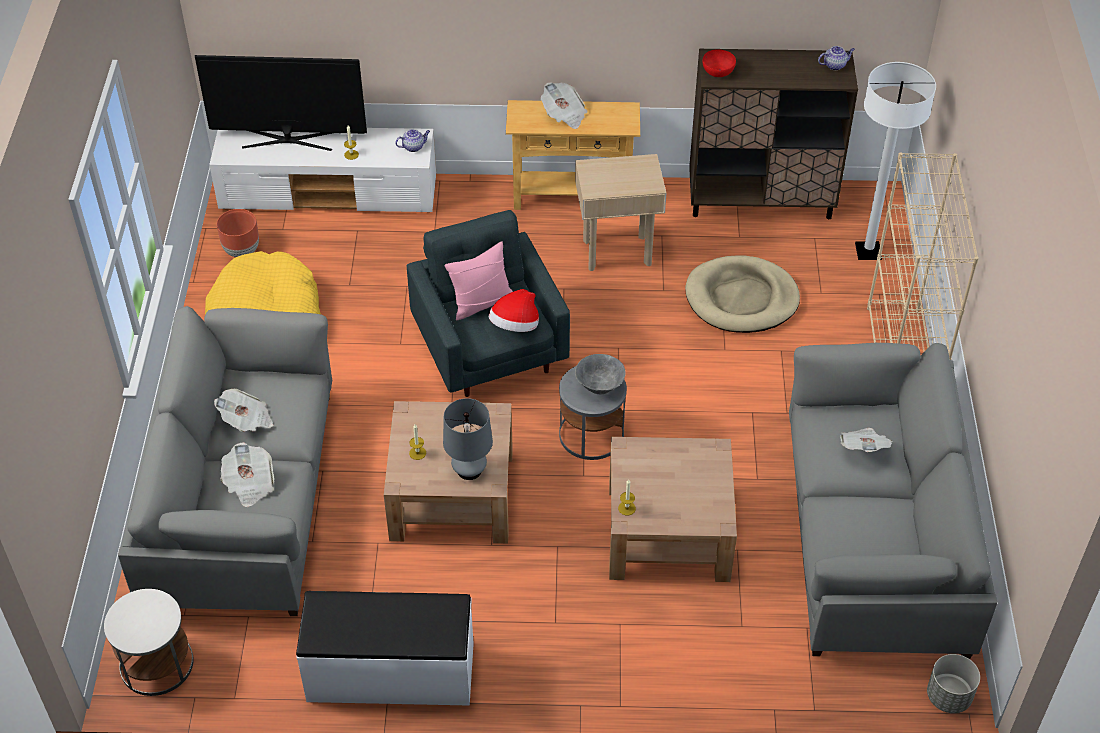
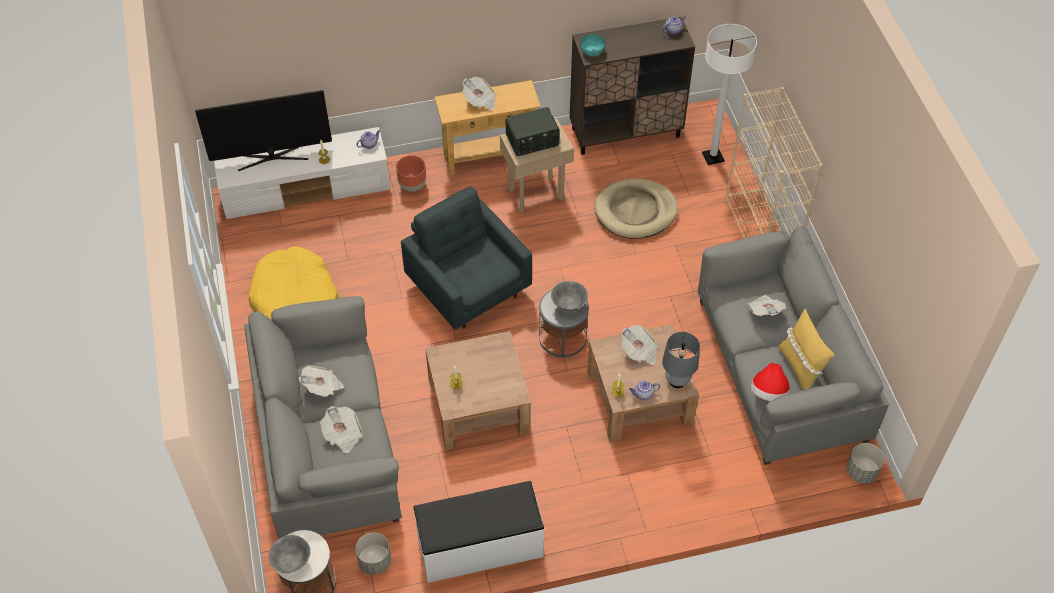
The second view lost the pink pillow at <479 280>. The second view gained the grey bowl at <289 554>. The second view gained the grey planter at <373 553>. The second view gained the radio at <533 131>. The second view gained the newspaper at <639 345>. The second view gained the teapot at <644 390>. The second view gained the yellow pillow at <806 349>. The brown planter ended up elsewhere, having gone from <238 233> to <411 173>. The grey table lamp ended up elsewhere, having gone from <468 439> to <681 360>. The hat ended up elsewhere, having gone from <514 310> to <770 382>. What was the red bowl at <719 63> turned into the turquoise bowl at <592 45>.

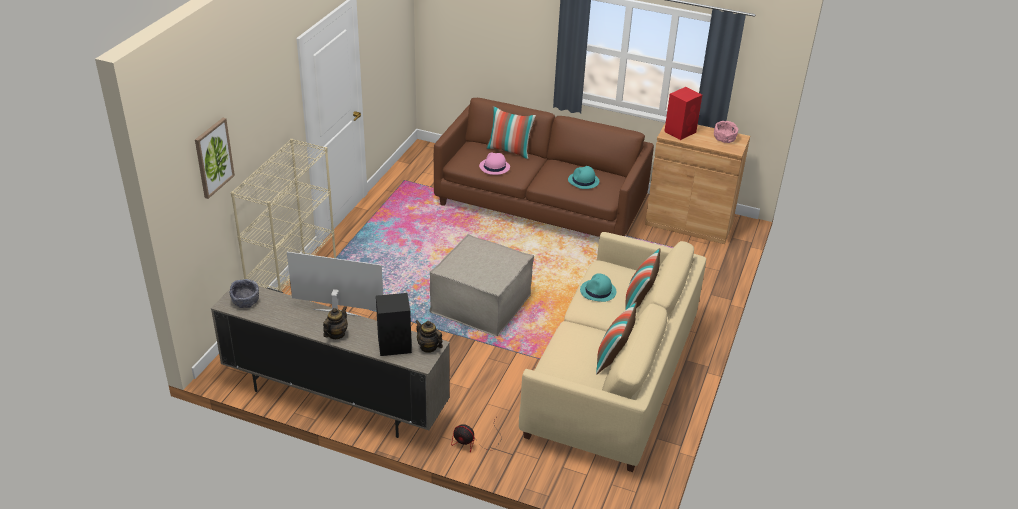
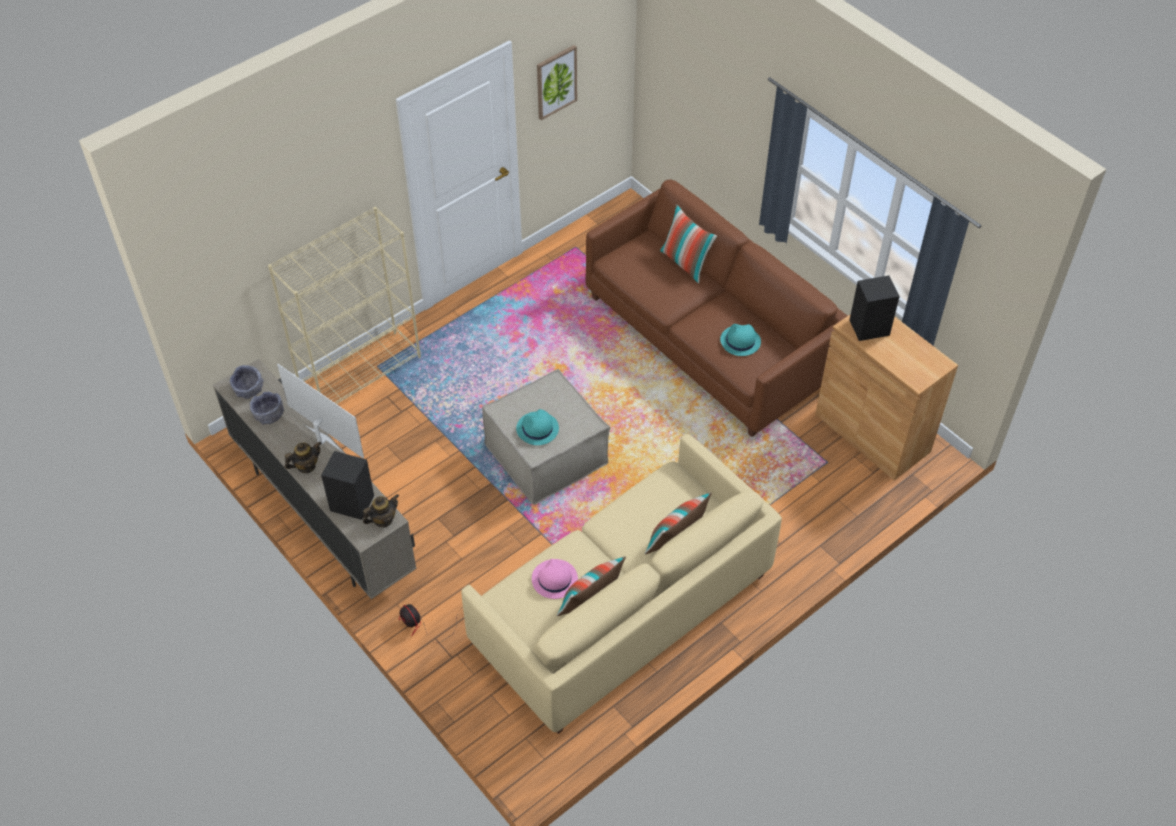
The second view lost the pink bowl at <726 132>. The second view gained the grey bowl at <267 408>. The picture ended up elsewhere, having gone from <215 158> to <557 82>. The pink hat ended up elsewhere, having gone from <494 163> to <555 579>. The turquoise hat ended up elsewhere, having gone from <598 287> to <537 427>. What was the red speaker at <683 113> turned into the black speaker at <875 308>. The teapot at <429 336> ended up facing another way, 75 degrees clockwise from before.

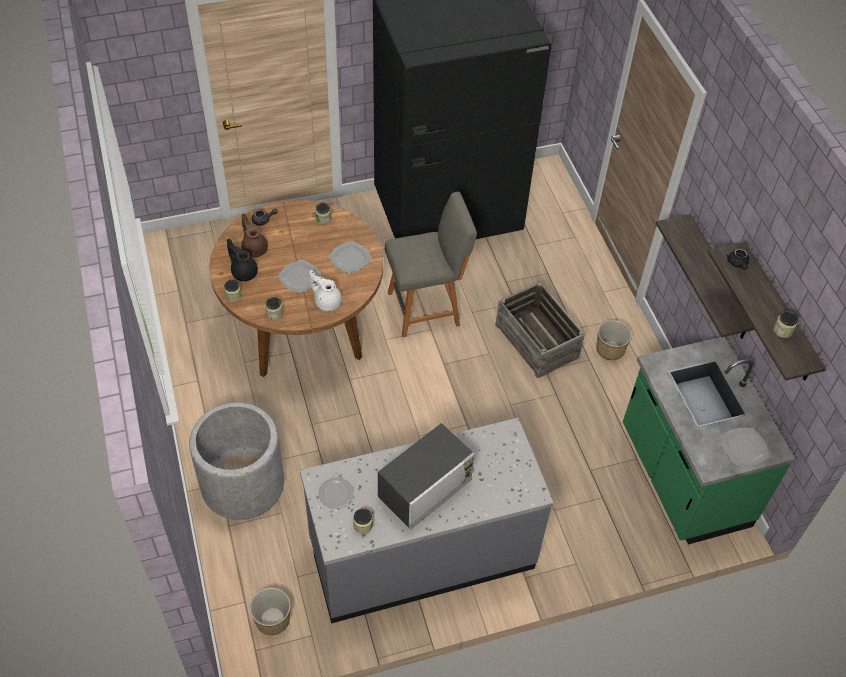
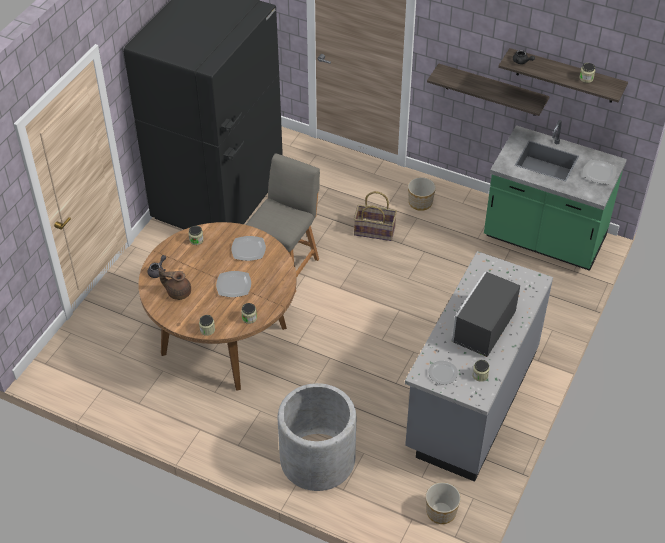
The second view lost the black teapot at <242 260>. The second view lost the white teapot at <326 290>. Where the crate stood at <540 330>, the basket came to stand at <375 216>. The microwave at <426 476> ended up facing another way, 150 degrees counterclockwise from before.

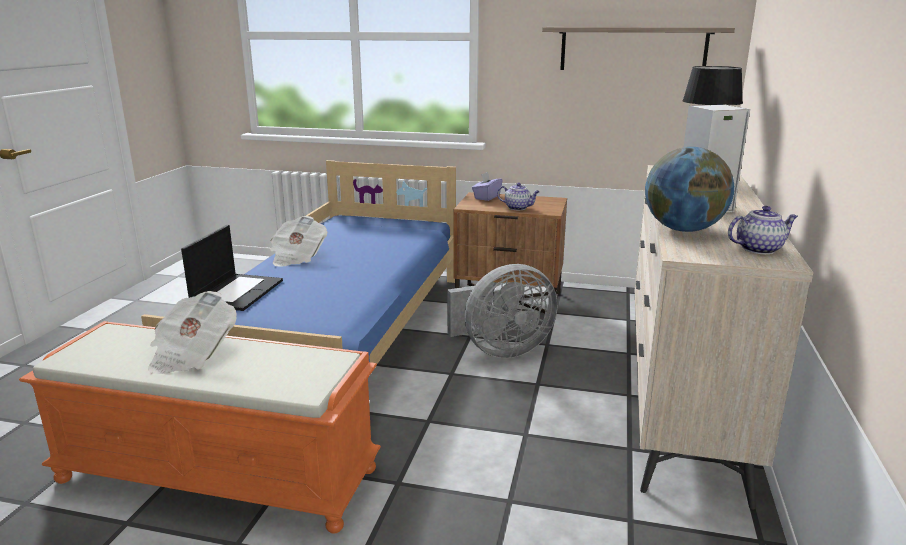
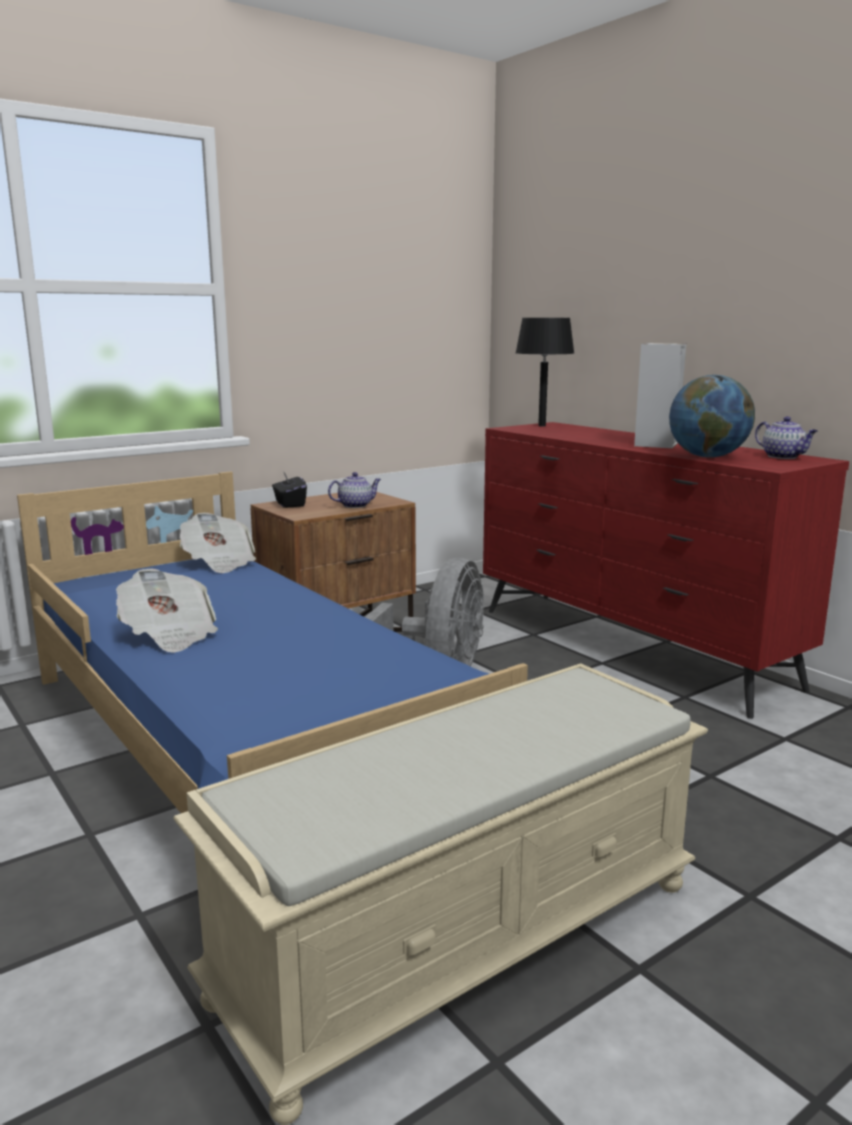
The second view lost the laptop at <232 268>. The second view lost the shelf at <638 48>. The newspaper ended up elsewhere, having gone from <192 332> to <218 543>. What was the orange bench at <200 427> turned into the beige bench at <440 894>. What was the purple tissue box at <487 186> turned into the black tissue box at <289 489>. What was the beige dresser at <724 337> turned into the red dresser at <666 570>. The teapot at <763 230> ended up facing another way, 120 degrees clockwise from before.

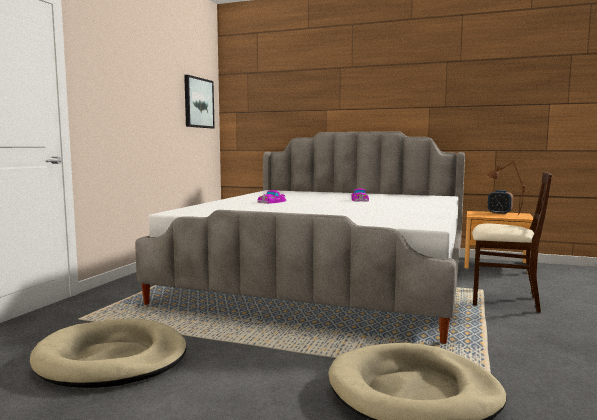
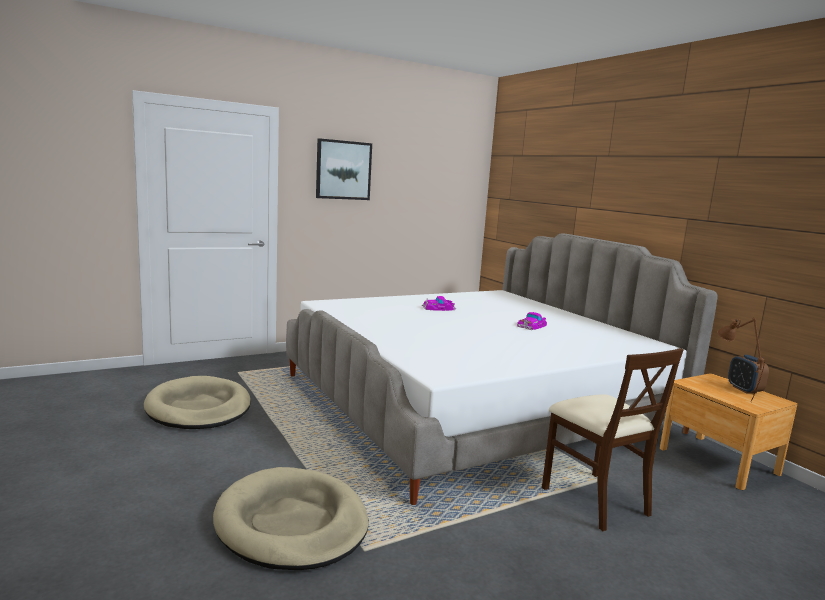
The picture ended up elsewhere, having gone from <199 101> to <344 169>.

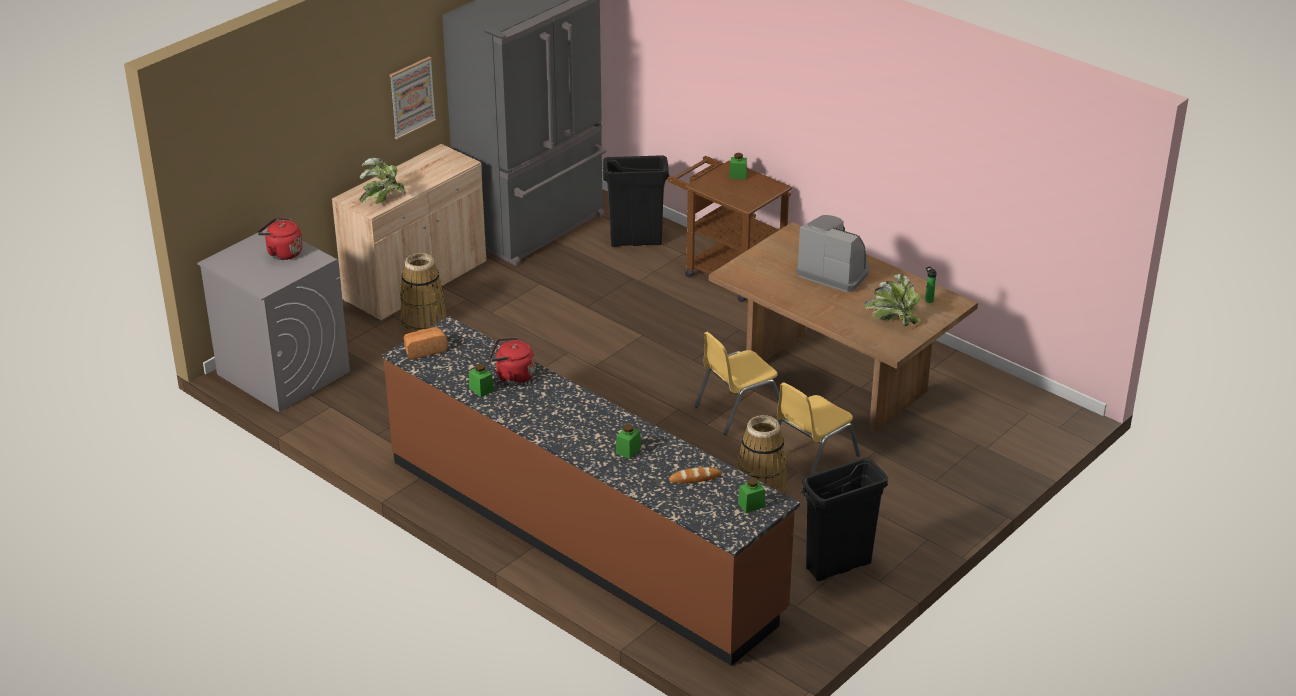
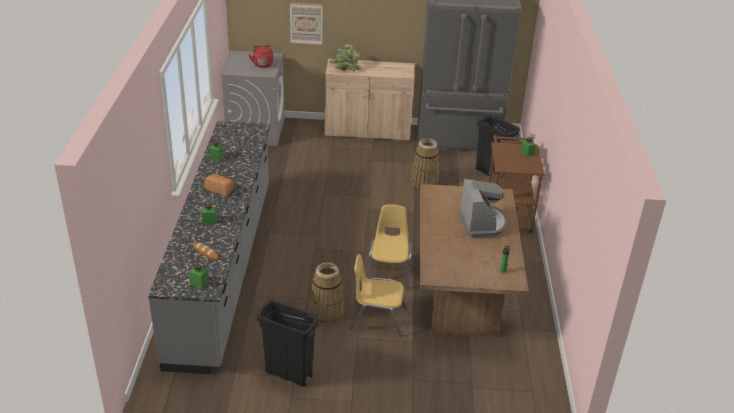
The second view lost the red kettle at <512 360>. The second view lost the potted plant at <892 300>. The picture ended up elsewhere, having gone from <412 98> to <306 24>. The basket ended up elsewhere, having gone from <423 293> to <425 163>. The bread ended up elsewhere, having gone from <426 343> to <218 185>. What was the brown counter at <591 491> turned into the grey counter at <209 247>. The yellow chair at <736 383> ended up facing another way, 75 degrees clockwise from before.

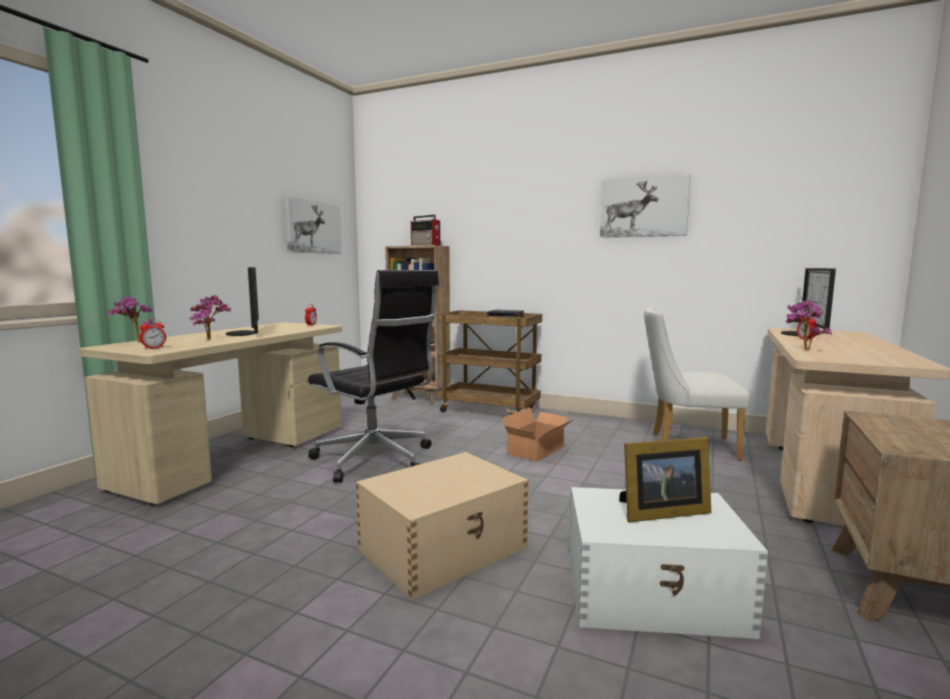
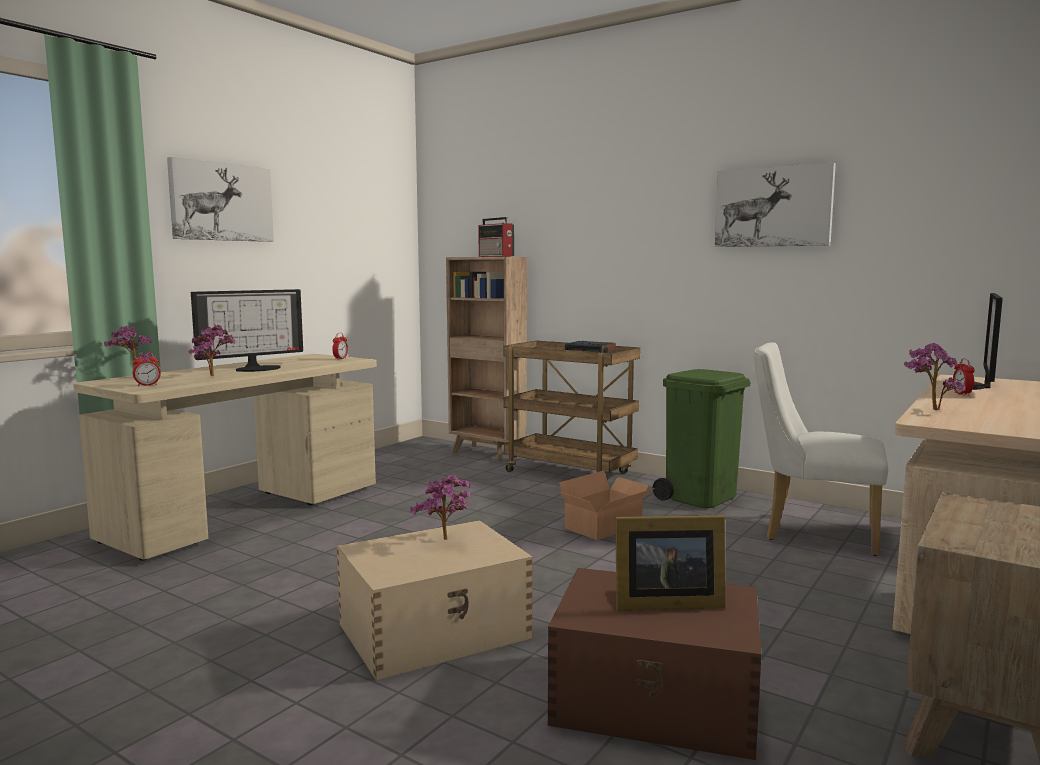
The second view lost the black office chair at <373 376>. The second view gained the potted plant at <440 507>. The second view gained the green trash can at <701 438>. The picture ended up elsewhere, having gone from <313 225> to <220 199>. What was the white storage box at <668 563> turned into the brown storage box at <655 664>. The monitor at <242 301> ended up facing another way, 120 degrees counterclockwise from before.

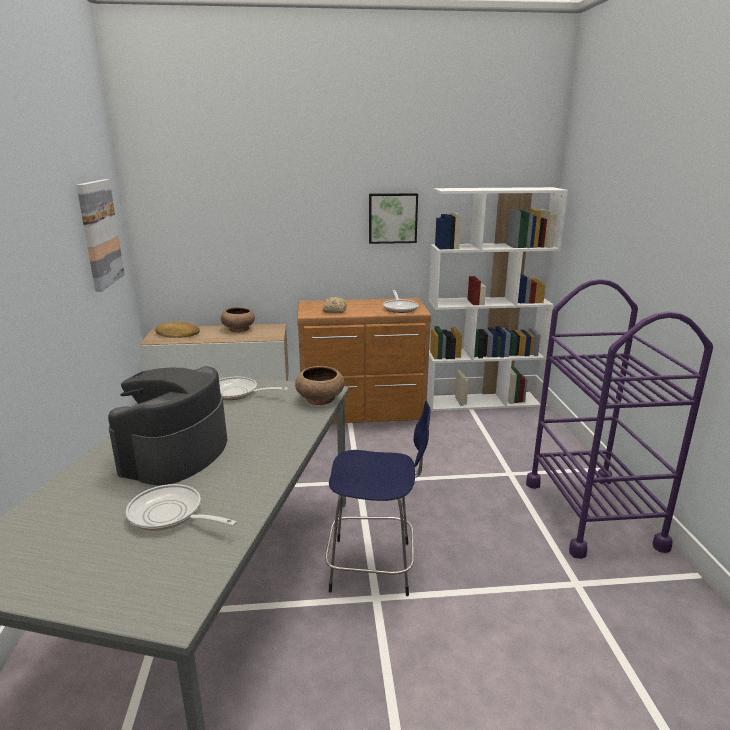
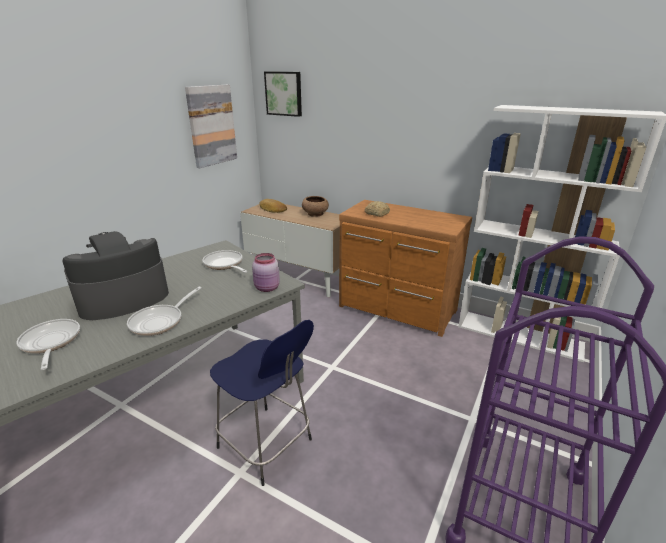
The picture ended up elsewhere, having gone from <393 218> to <283 94>. The frying pan ended up elsewhere, having gone from <401 301> to <164 311>. Where the brown bowl stood at <319 385>, the pink jar came to stand at <266 272>.

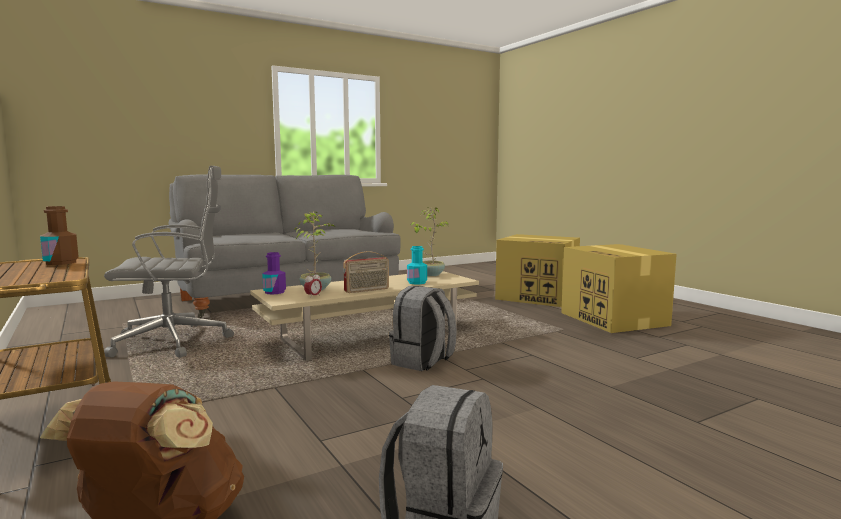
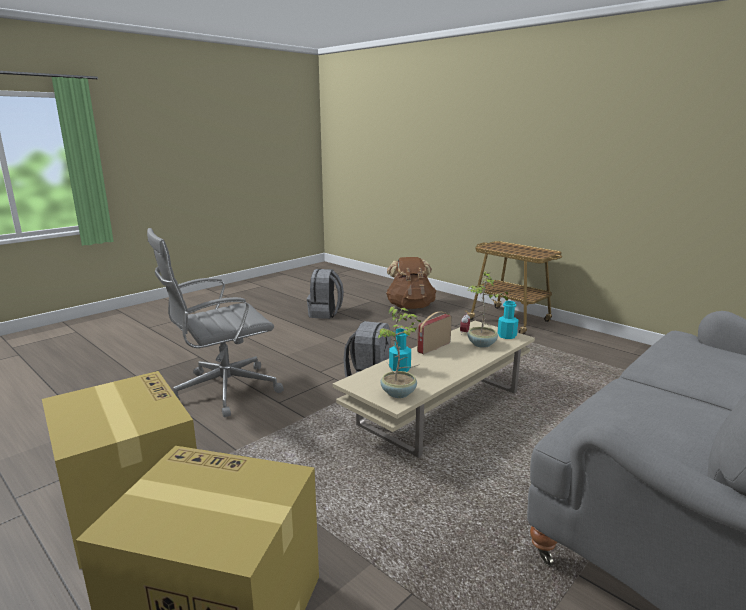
The second view lost the brown bottle at <59 235>. The grey office chair ended up elsewhere, having gone from <169 262> to <215 322>. What was the purple bottle at <274 273> turned into the turquoise bottle at <507 320>.

